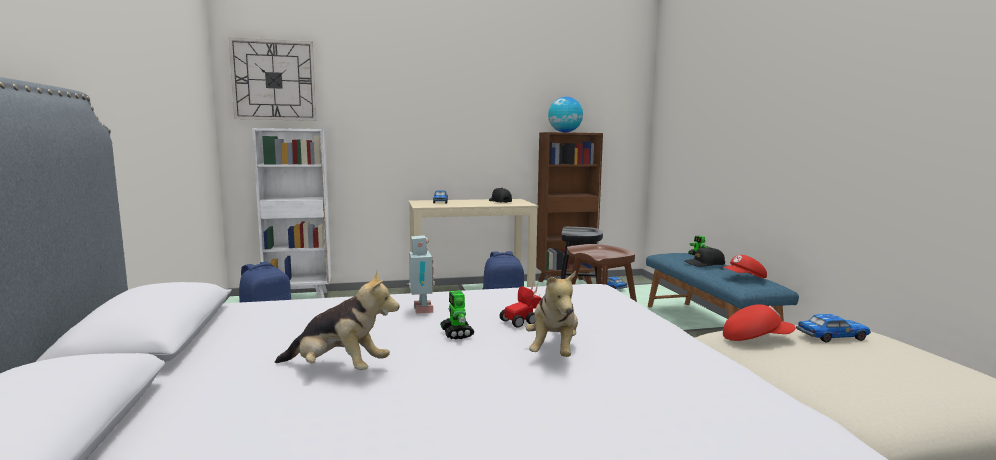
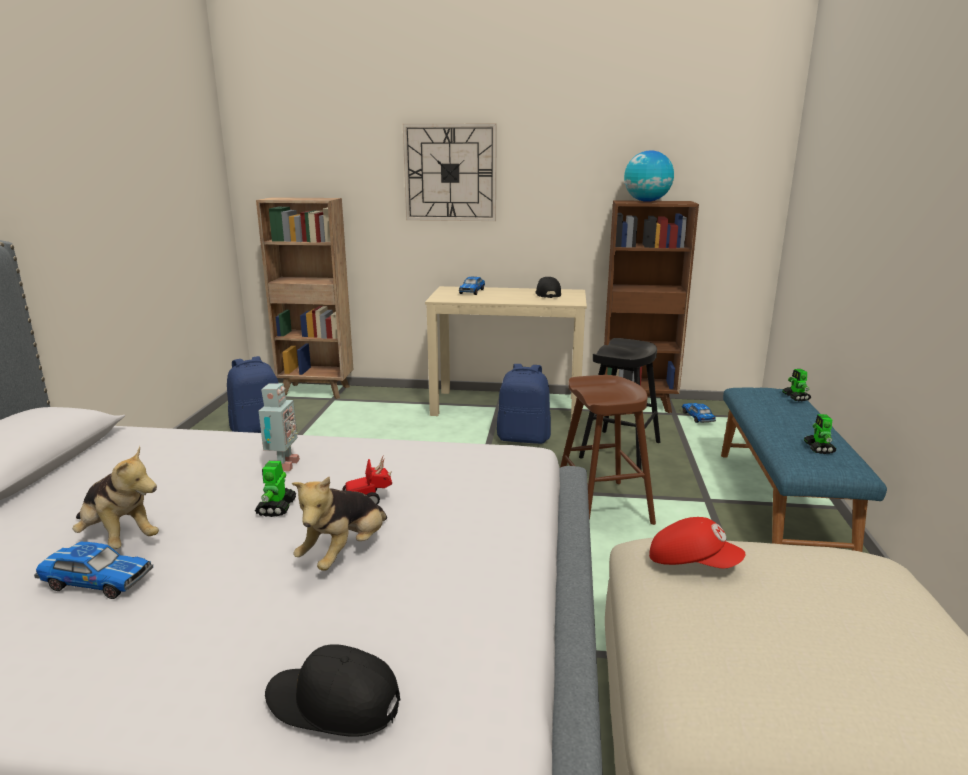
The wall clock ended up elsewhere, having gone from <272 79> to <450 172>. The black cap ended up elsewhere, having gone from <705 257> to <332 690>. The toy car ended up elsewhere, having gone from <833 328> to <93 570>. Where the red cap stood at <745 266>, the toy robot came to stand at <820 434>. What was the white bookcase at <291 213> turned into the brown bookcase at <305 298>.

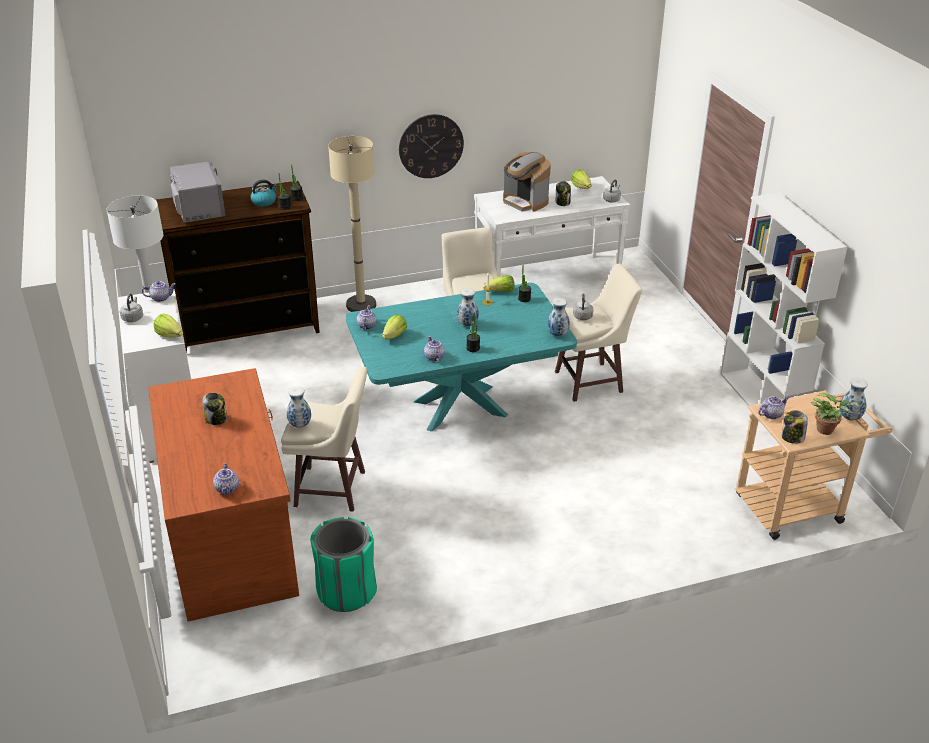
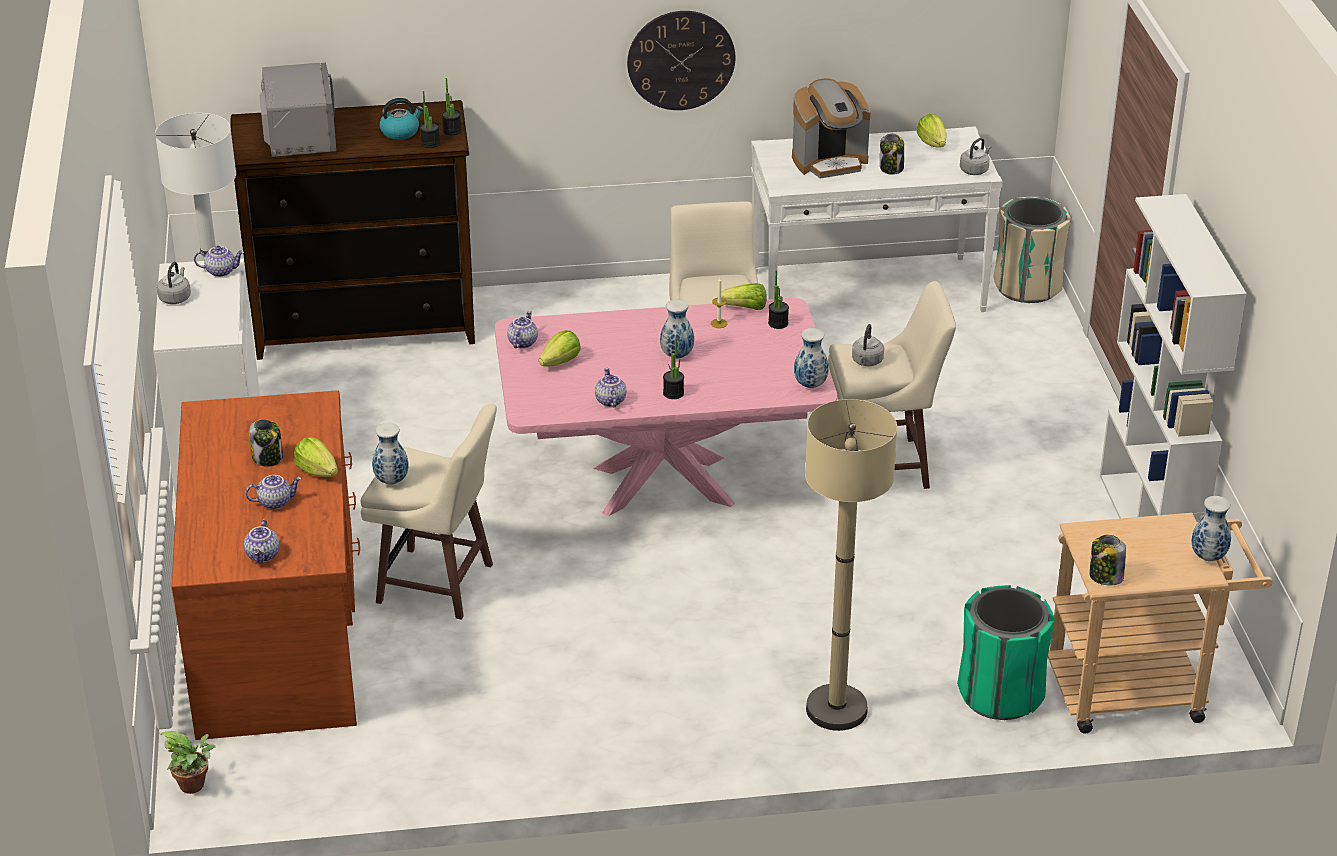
The second view gained the beige trash can at <1032 250>. The lettuce ended up elsewhere, having gone from <168 326> to <316 457>. The green trash can ended up elsewhere, having gone from <343 564> to <1006 652>. The beige floor lamp ended up elsewhere, having gone from <352 224> to <851 565>. The teapot ended up elsewhere, having gone from <773 407> to <273 492>. The potted plant ended up elsewhere, having gone from <835 414> to <188 762>. What was the turquoise dining table at <461 357> turned into the pink dining table at <666 407>. The coffee machine at <527 182> ended up facing another way, 75 degrees counterclockwise from before.

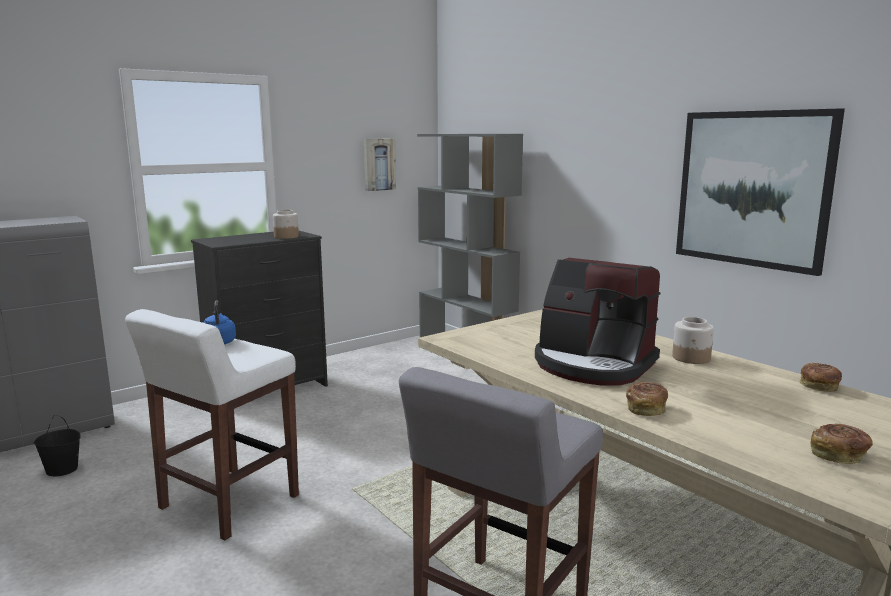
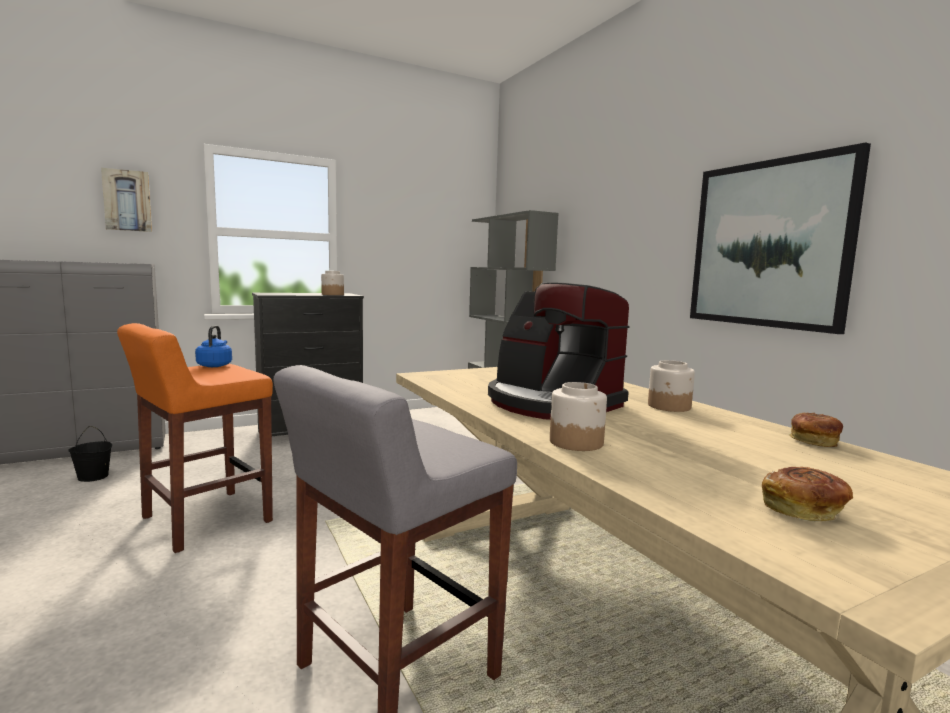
The picture ended up elsewhere, having gone from <380 165> to <126 200>. Where the bread stood at <647 399>, the jar came to stand at <578 416>. What was the white stool at <212 424> turned into the orange stool at <195 438>.

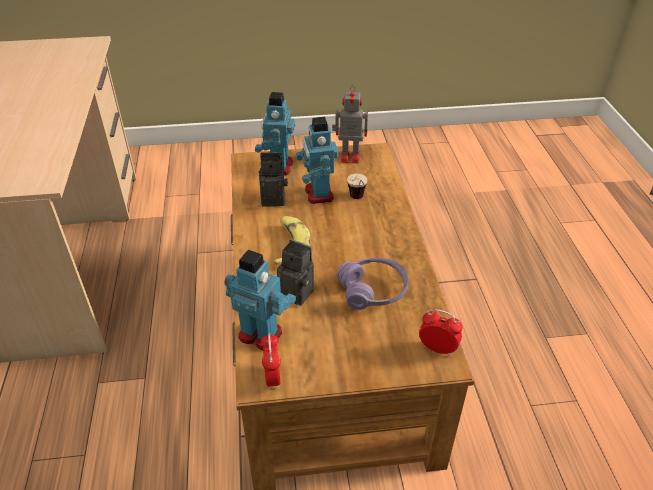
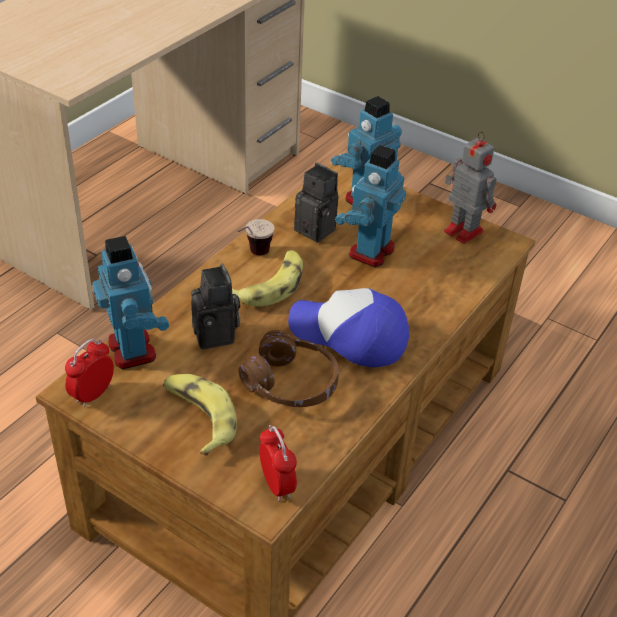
The second view gained the banana at <200 415>. The second view gained the cap at <348 327>. The cup ended up elsewhere, having gone from <357 186> to <255 237>. What was the purple headphones at <372 284> turned into the brown headphones at <288 368>.

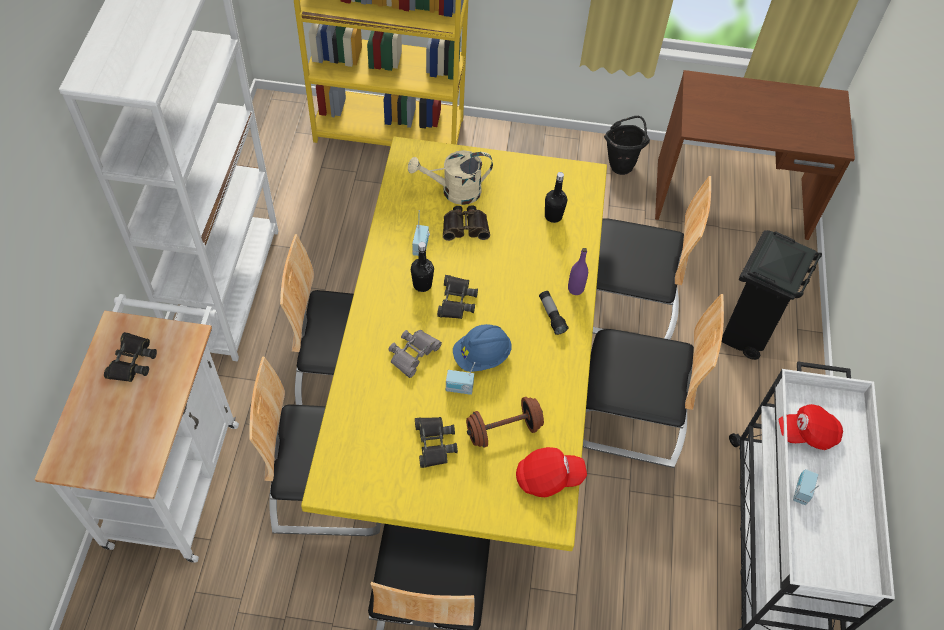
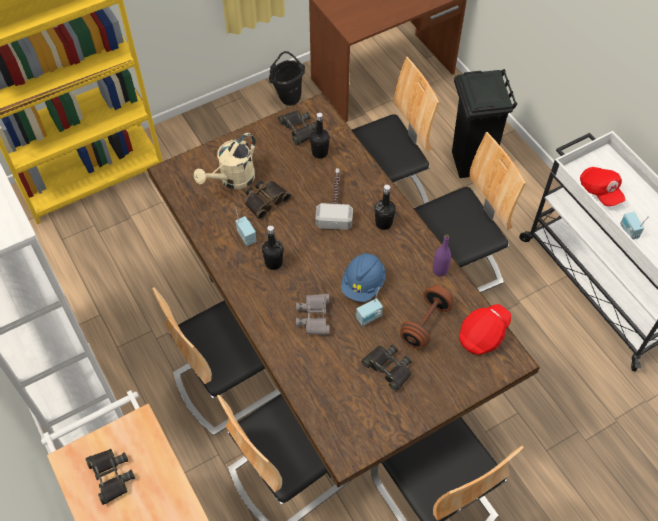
The second view gained the hammer at <334 199>. The black binoculars ended up elsewhere, having gone from <457 297> to <297 128>. The purple bottle ended up elsewhere, having gone from <578 271> to <442 255>. Where the flashlight stood at <553 313>, the black bottle came to stand at <385 207>. What was the yellow dining table at <454 343> turned into the brown dining table at <343 290>. The red cap at <811 427> ended up facing another way, 75 degrees counterclockwise from before.

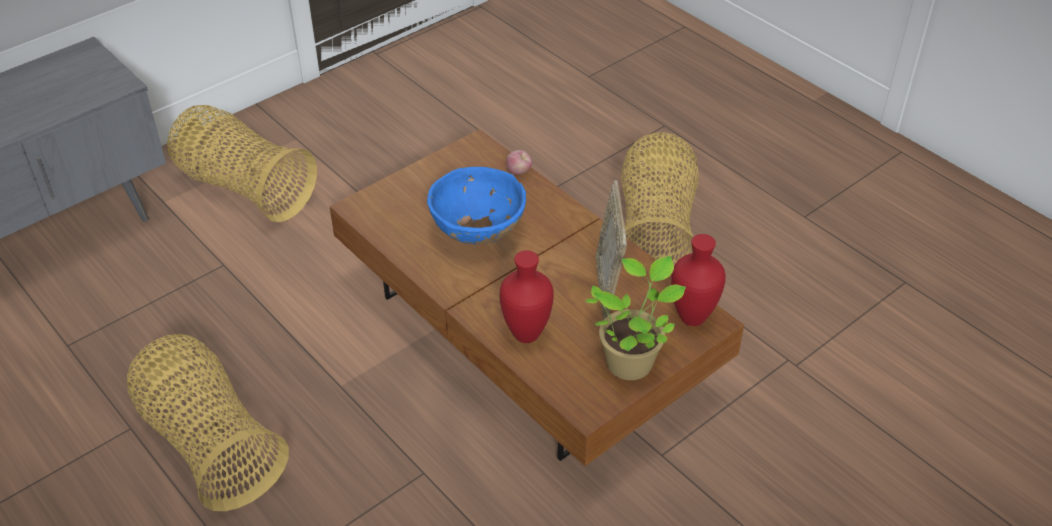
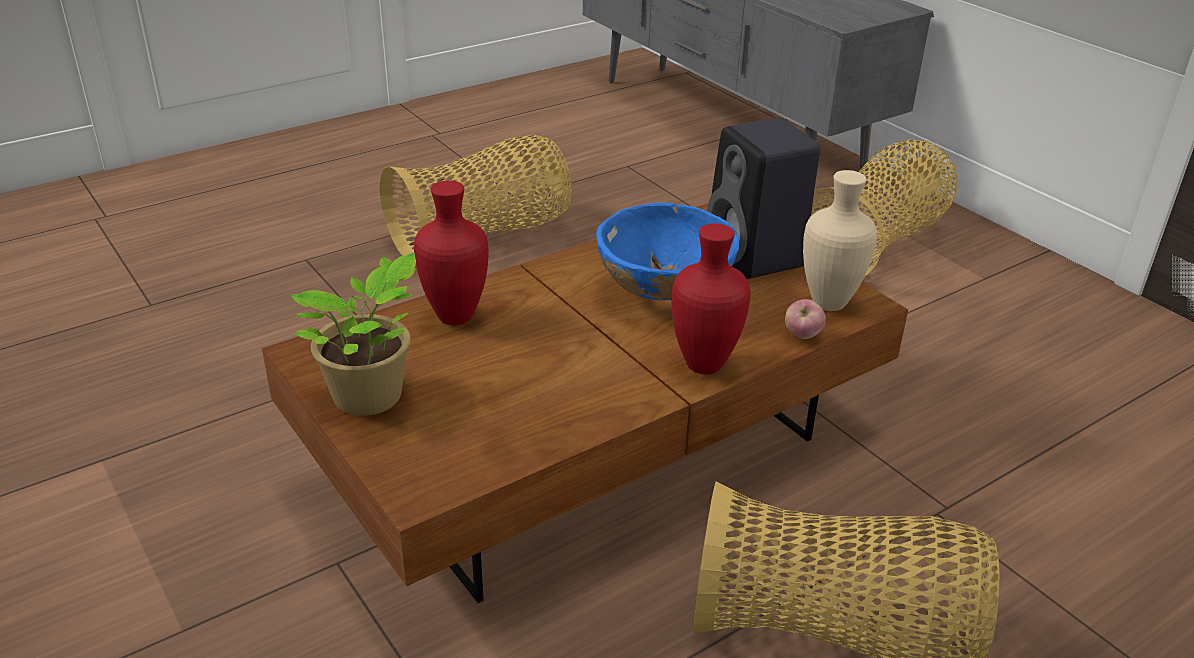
The second view lost the picture frame at <611 250>. The second view gained the black speaker at <763 198>. The second view gained the beige vase at <840 240>. The red vase ended up elsewhere, having gone from <698 280> to <711 299>.

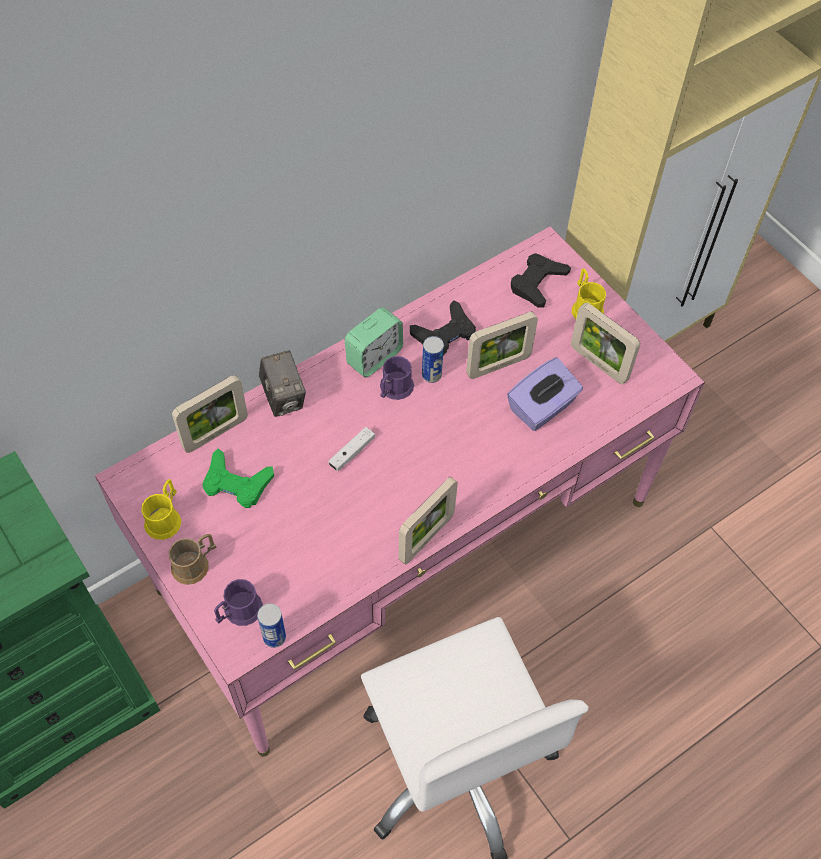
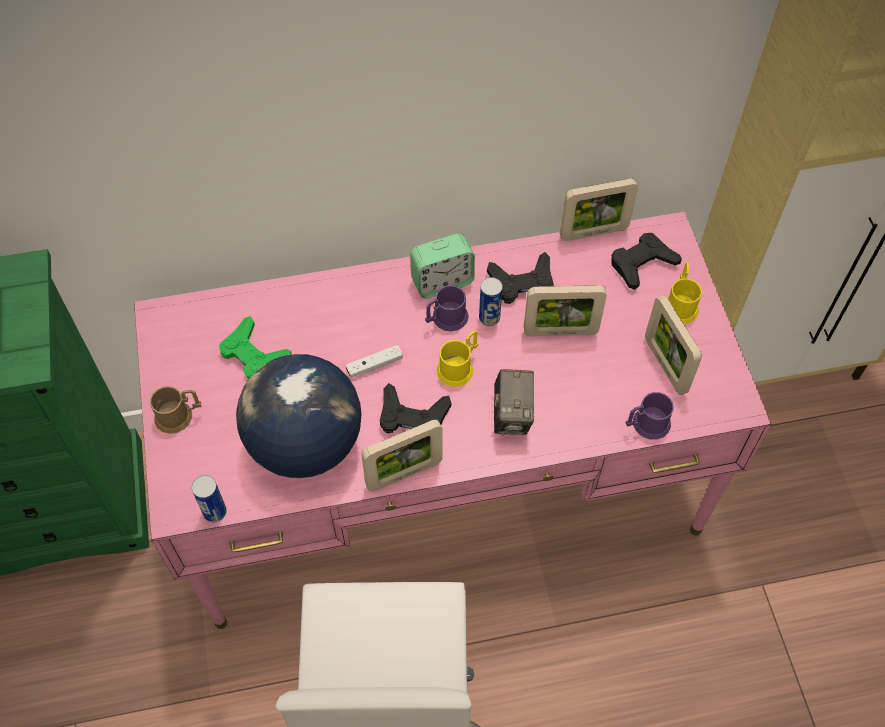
The second view lost the purple tissue box at <545 394>. The second view gained the globe at <299 416>. The second view gained the black game controller at <415 408>. The yellow mug ended up elsewhere, having gone from <161 509> to <457 359>. The picture frame ended up elsewhere, having gone from <210 414> to <599 209>. The purple mug ended up elsewhere, having gone from <238 602> to <650 416>. The photo camera ended up elsewhere, having gone from <282 384> to <514 402>.

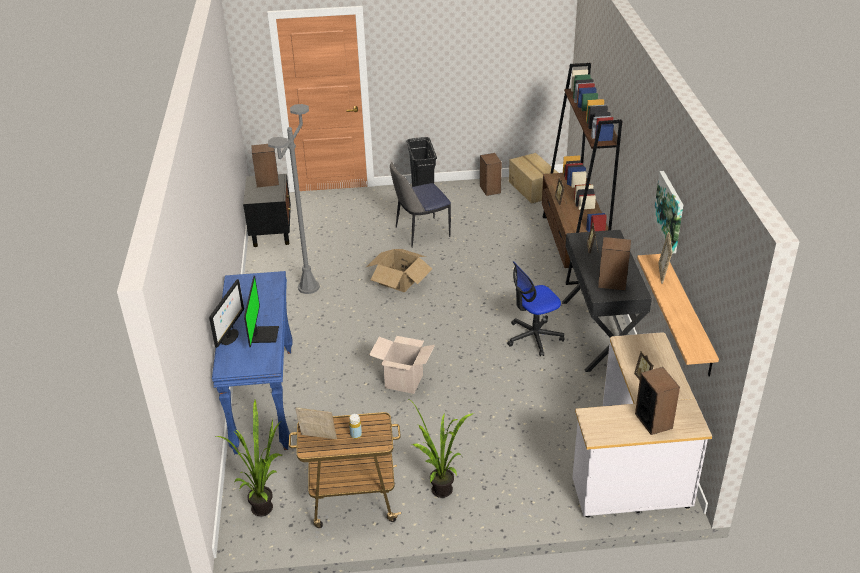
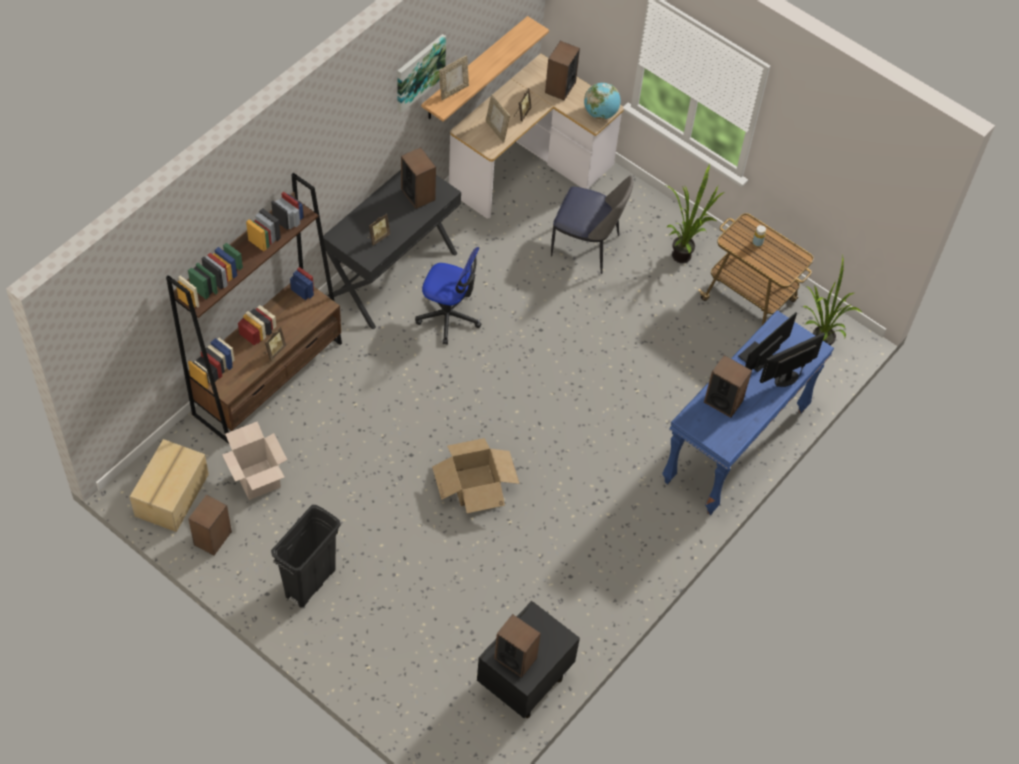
The second view lost the grey floor lamp at <294 199>. The second view gained the globe at <602 101>. The second view gained the speaker at <728 386>. The picture frame ended up elsewhere, having gone from <316 423> to <498 118>. The cardboard box ended up elsewhere, having gone from <402 365> to <254 461>. The chair ended up elsewhere, having gone from <420 205> to <592 224>.

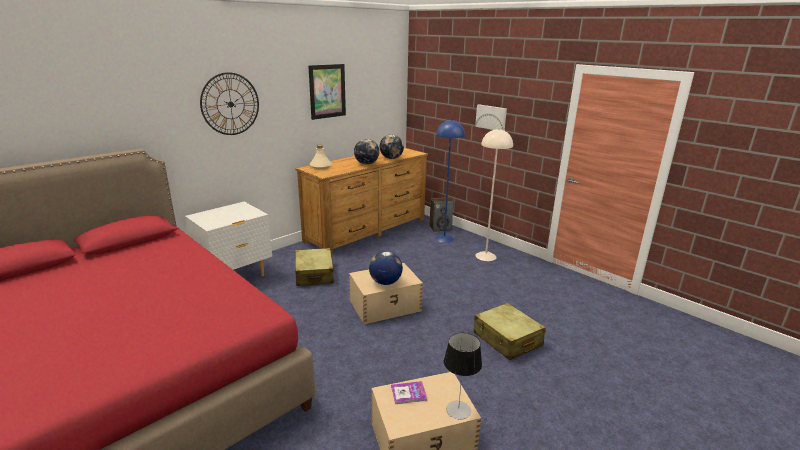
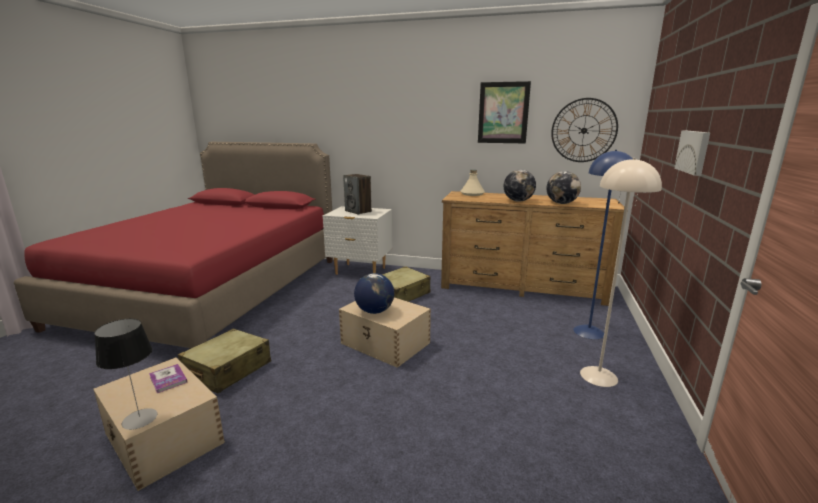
The wall clock ended up elsewhere, having gone from <229 103> to <584 130>. The speaker ended up elsewhere, having gone from <442 214> to <357 194>. The beige suitcase ended up elsewhere, having gone from <510 331> to <224 361>.

